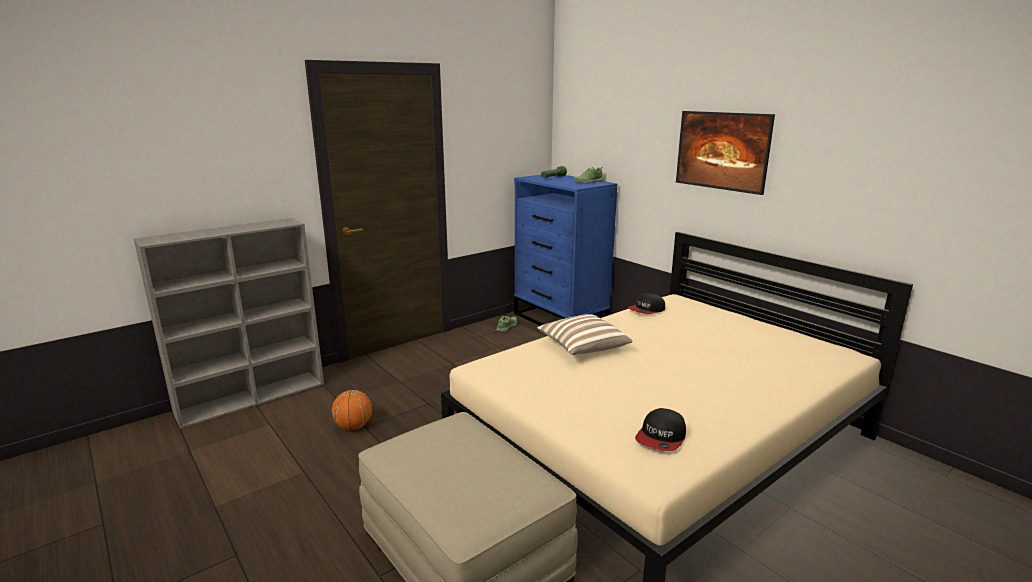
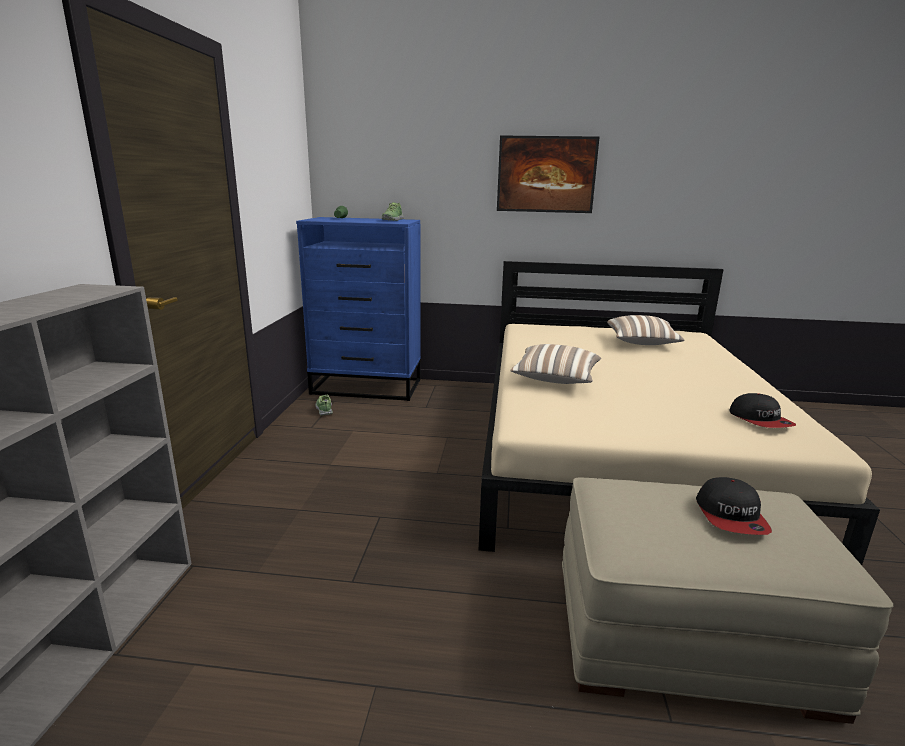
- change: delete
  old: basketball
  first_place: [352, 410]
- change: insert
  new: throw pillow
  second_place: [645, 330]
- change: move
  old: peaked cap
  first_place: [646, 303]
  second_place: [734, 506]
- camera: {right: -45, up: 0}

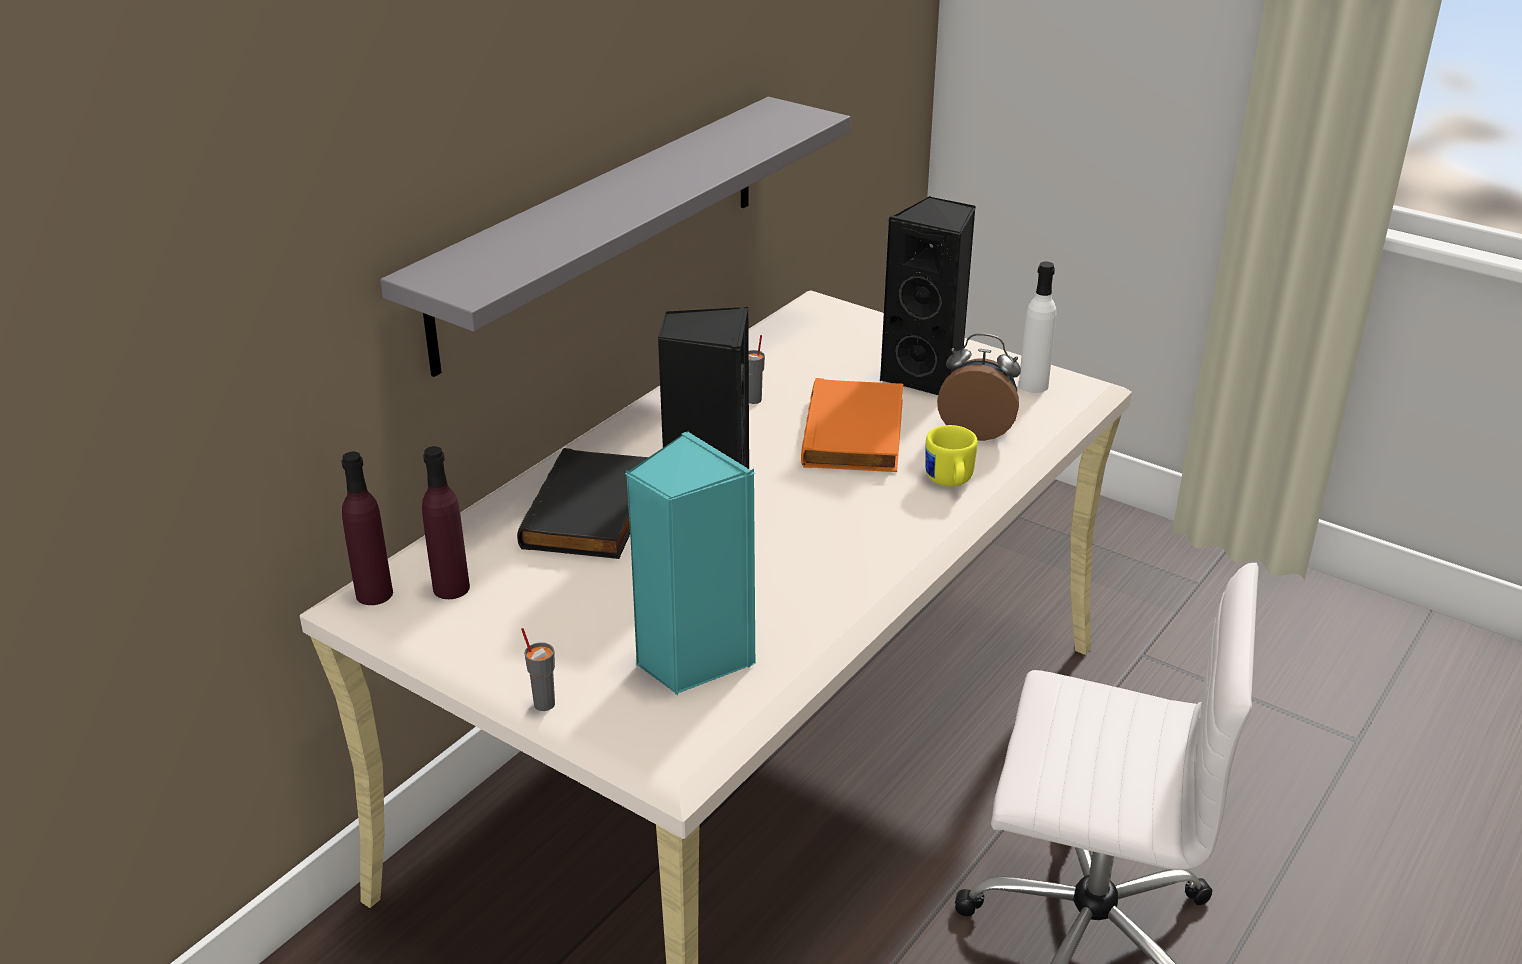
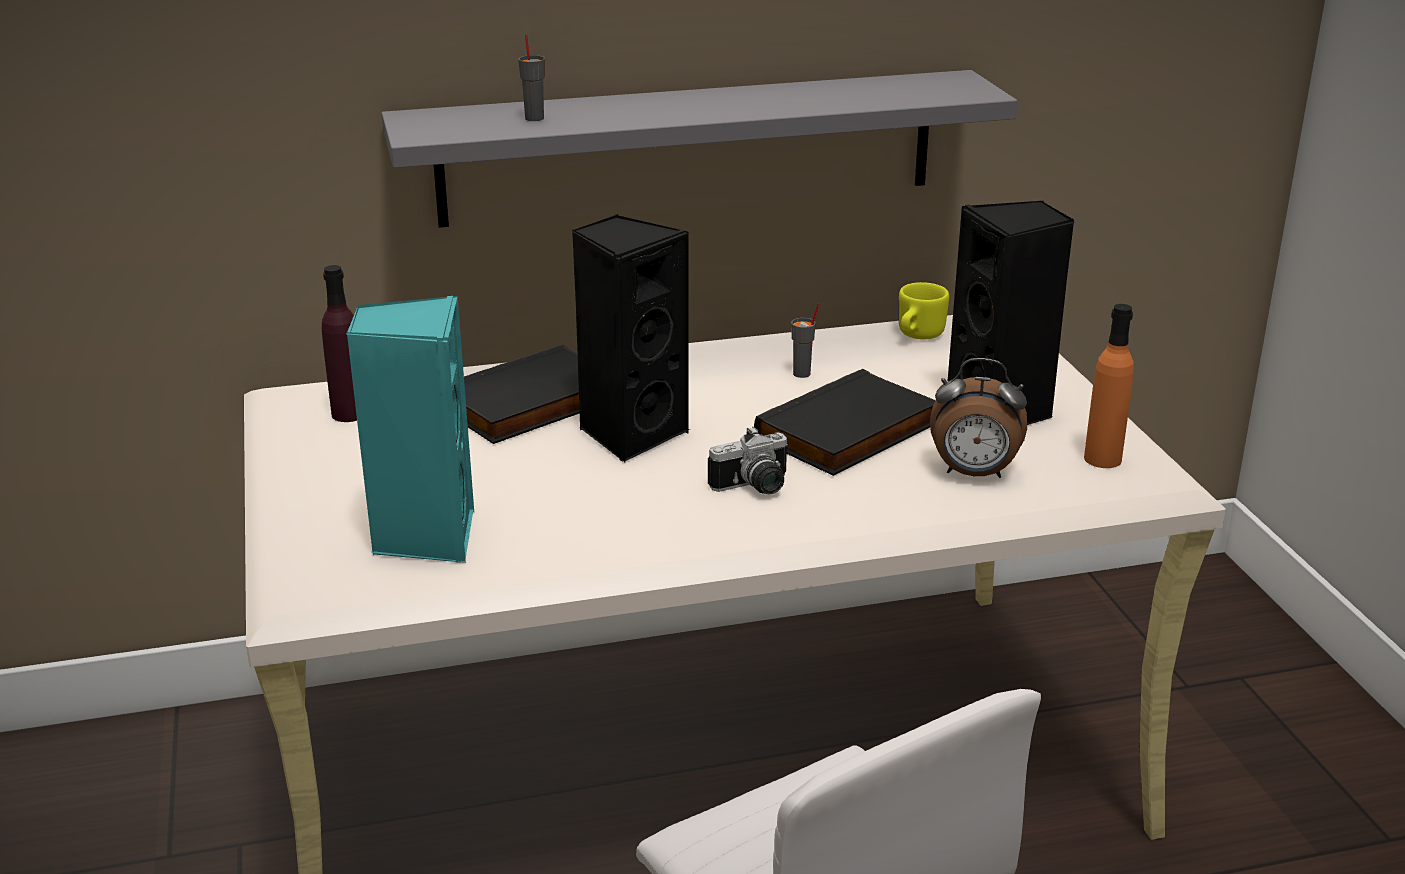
- change: delete
  old: purple-coloured beverage bottle
  first_place: [367, 528]
- change: insert
  new: still camera
  second_place: [748, 460]
- change: move
  old: gray drinking cup
  first_place: [538, 669]
  second_place: [531, 78]
- change: move
  old: yellowish mug
  first_place: [951, 455]
  second_place: [924, 310]
- change: recolor
  old: orange-coloured volume
  new: blackish volume
  first_place: [852, 425]
  second_place: [845, 422]
- change: recolor
  old: white beverage bottle
  new: orange-coloured beverage bottle
  first_place: [1037, 327]
  second_place: [1109, 386]
- change: rotate
  old: table clock
  first_place: [979, 387]
  second_place: [978, 418]
  degrees: 135
- camera: {right: 40, up: -5}

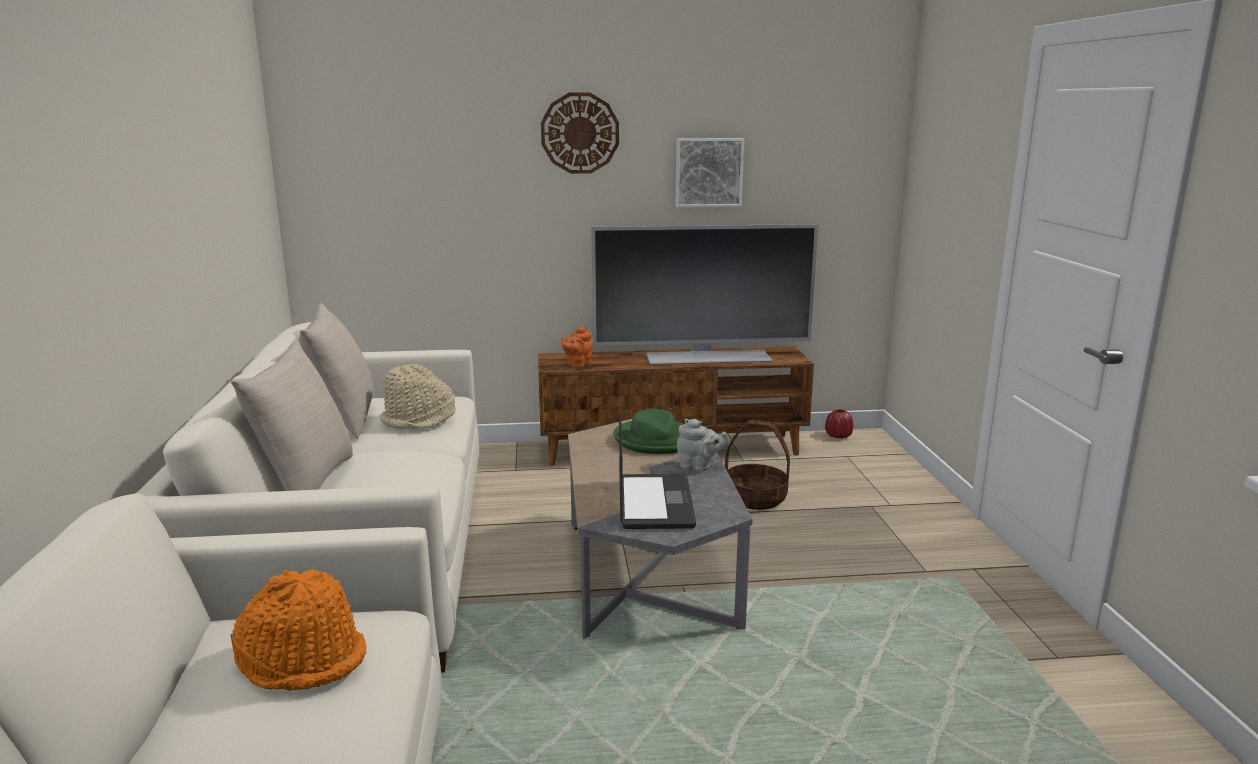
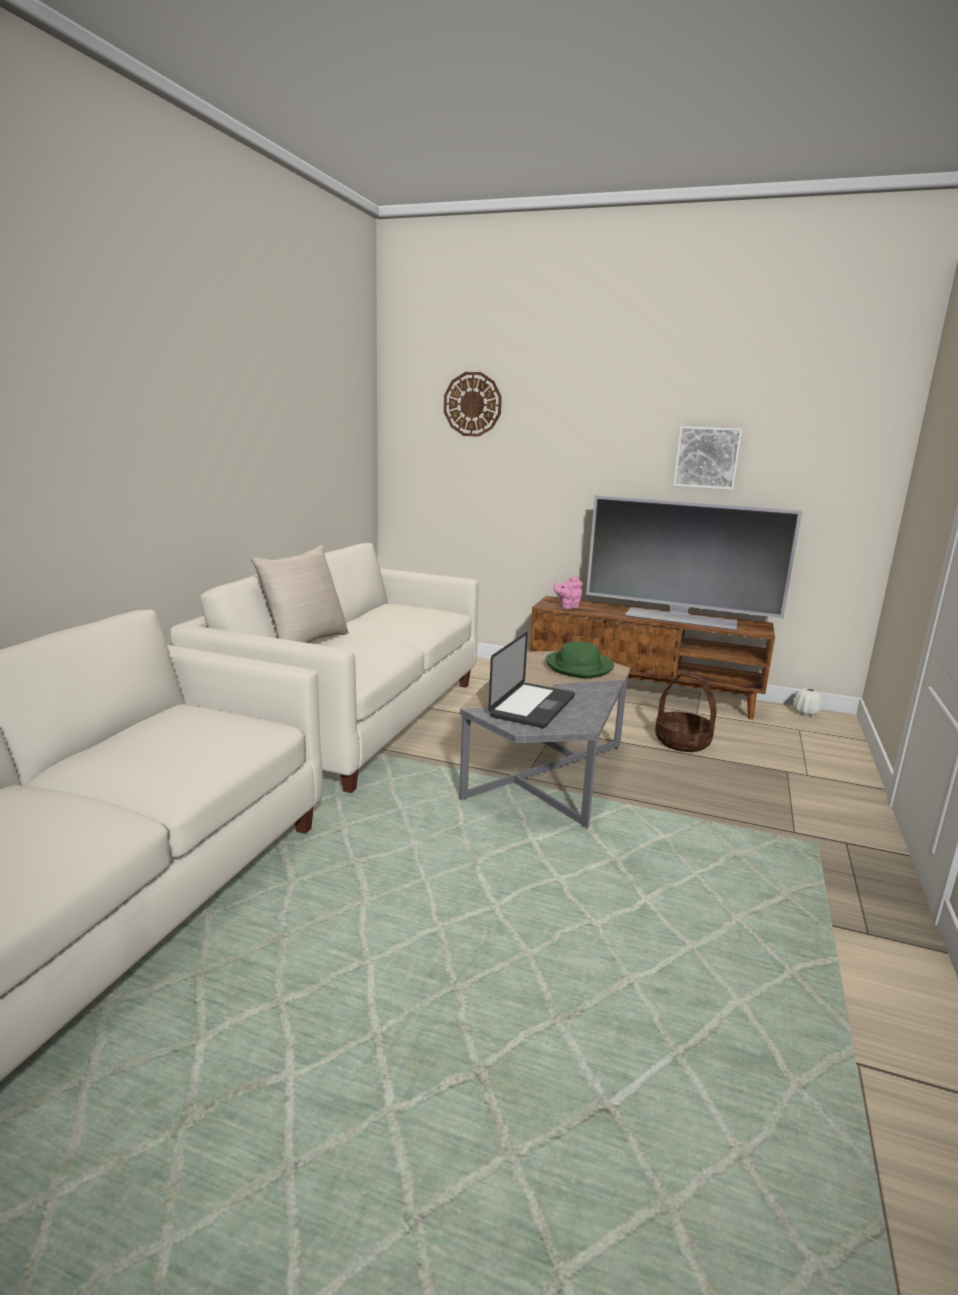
- change: delete
  old: orange-coloured clothing hat
  first_place: [299, 630]
- change: delete
  old: beige throw pillow
  first_place: [336, 371]
- change: delete
  old: beige clothing hat
  first_place: [418, 396]
- change: delete
  old: gray teapot
  first_place: [703, 445]
- change: move
  old: hanging clock
  first_place: [580, 133]
  second_place: [473, 404]
- change: recolor
  old: orange-coloured teapot
  new: pinkish teapot
  first_place: [577, 346]
  second_place: [568, 592]
- change: recolor
  old: reddish vase
  new: white vase
  first_place: [839, 424]
  second_place: [807, 702]
- camera: {right: 25, up: 0}

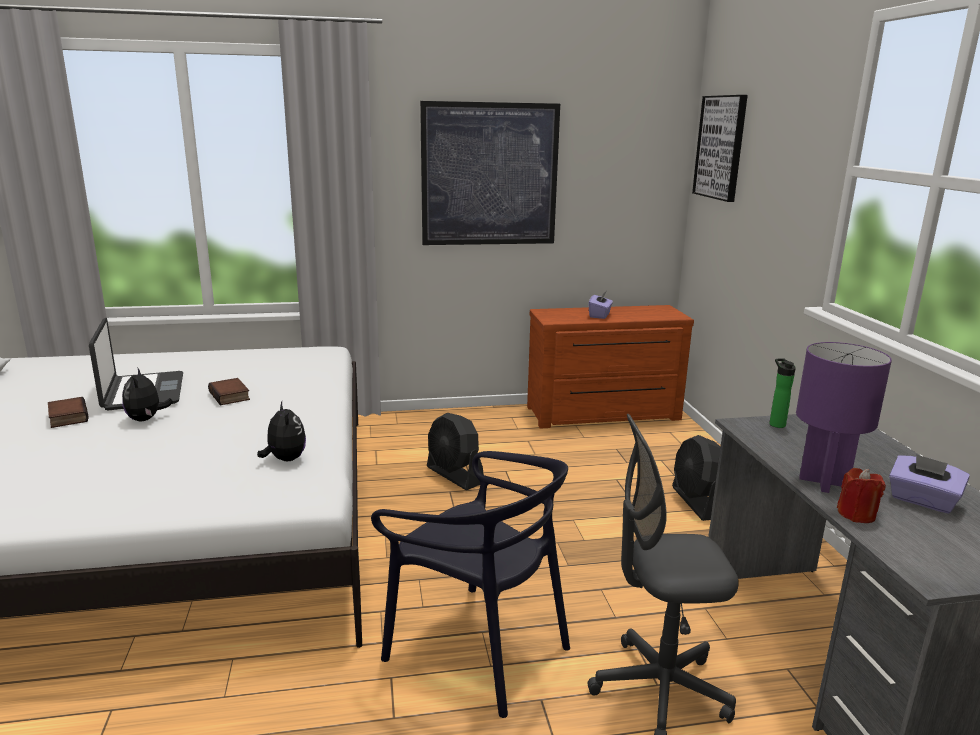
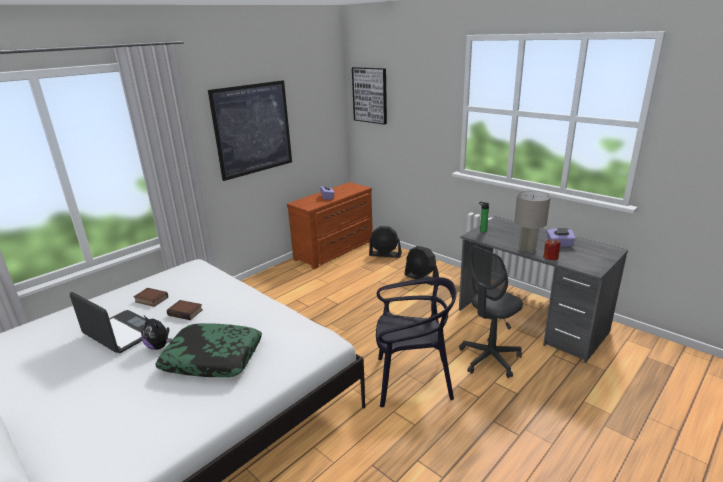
- change: delete
  old: cuddly toy
  first_place: [281, 431]
- change: insert
  new: throw pillow
  second_place: [208, 350]
- change: move
  old: volume
  first_place: [68, 412]
  second_place: [150, 297]
- change: move
  old: blackish electric fan
  first_place: [455, 451]
  second_place: [385, 242]
- change: recolor
  old: purple-coloured table lamp
  new: gray table lamp
  first_place: [844, 417]
  second_place: [532, 222]
- camera: {right: -35, up: 5}

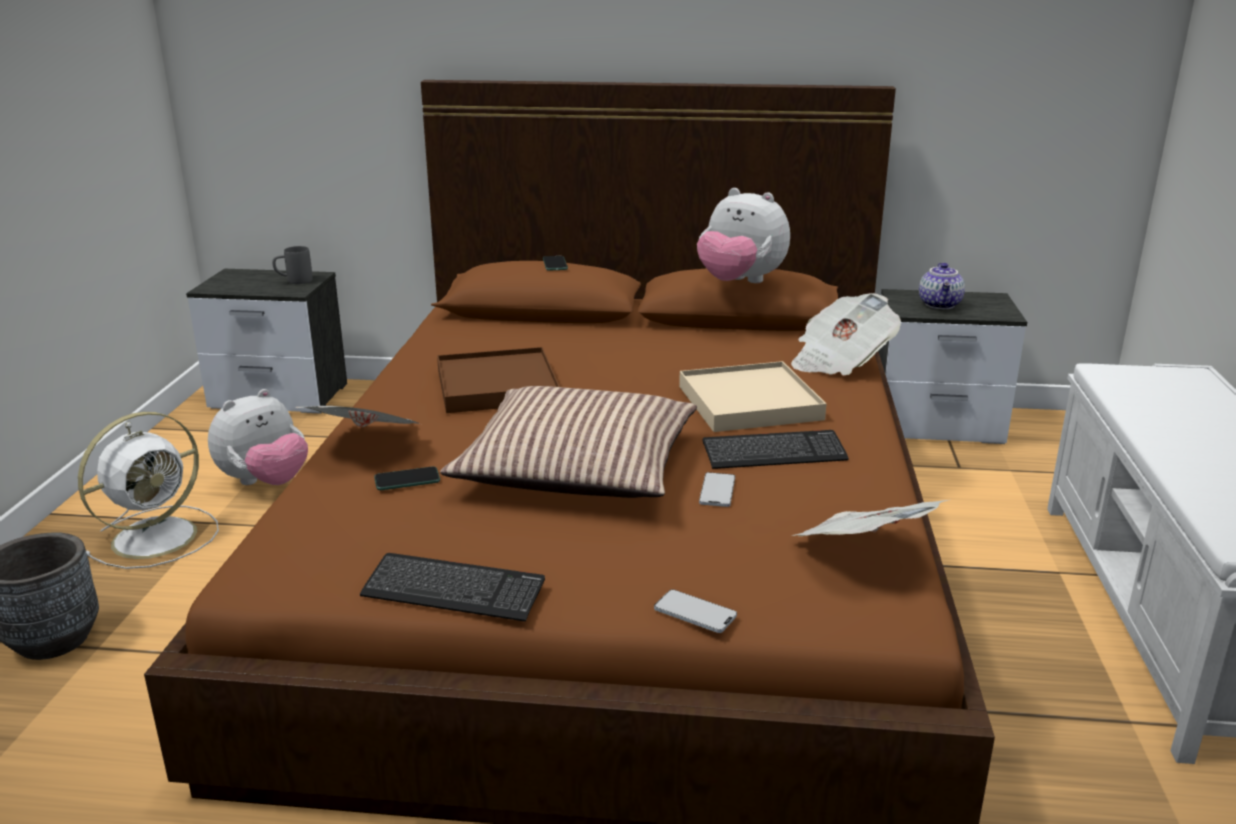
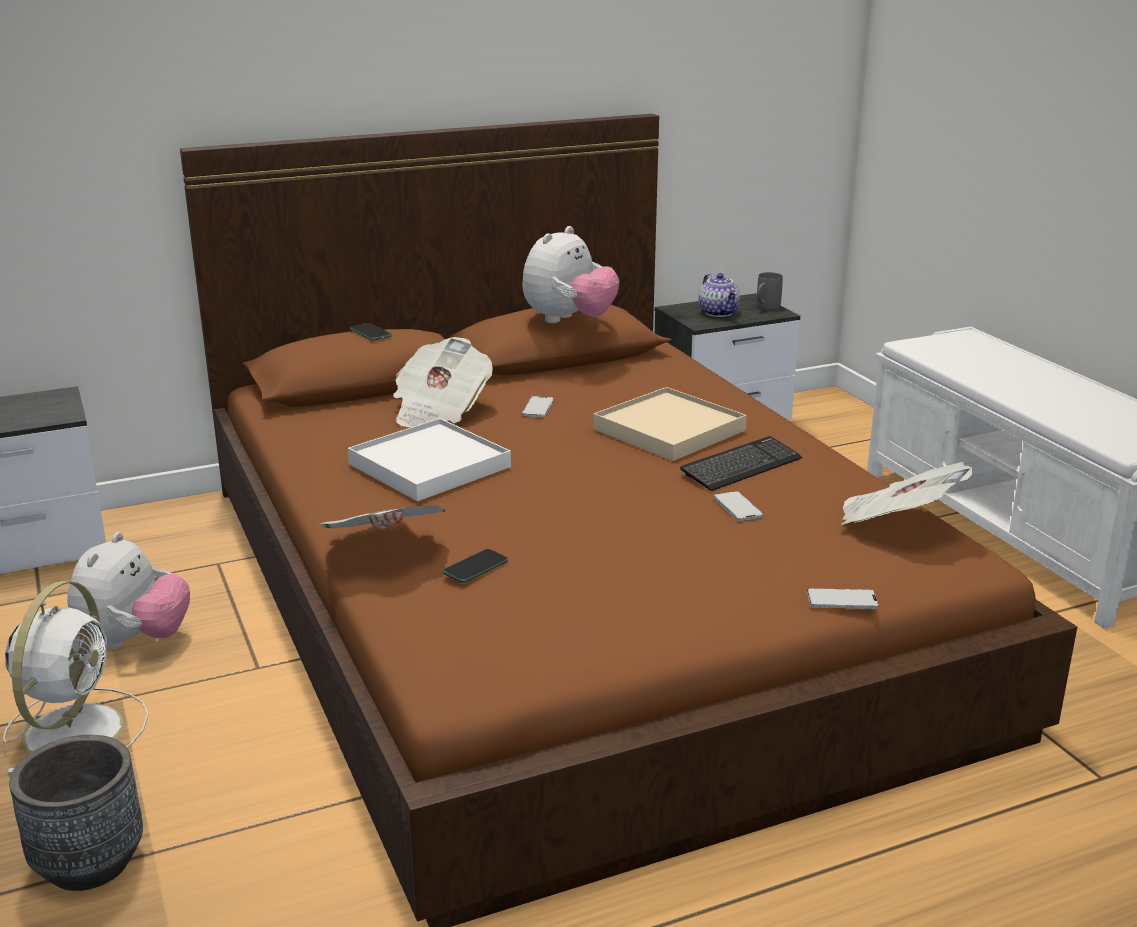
- change: delete
  old: PC keyboard
  first_place: [452, 587]
- change: delete
  old: throw pillow
  first_place: [568, 442]
- change: insert
  new: phone
  second_place: [538, 406]
- change: move
  old: gray mug
  first_place: [292, 265]
  second_place: [770, 291]
- change: move
  old: daily paper
  first_place: [846, 334]
  second_place: [443, 382]
- change: recolor
  old: brown-coloured carrying tray
  new: white carrying tray
  first_place: [498, 380]
  second_place: [429, 459]
- change: rotate
  old: cuddly toy
  first_place: [743, 235]
  second_place: [570, 274]
  degrees: -60
- camera: {right: -30, up: 0}

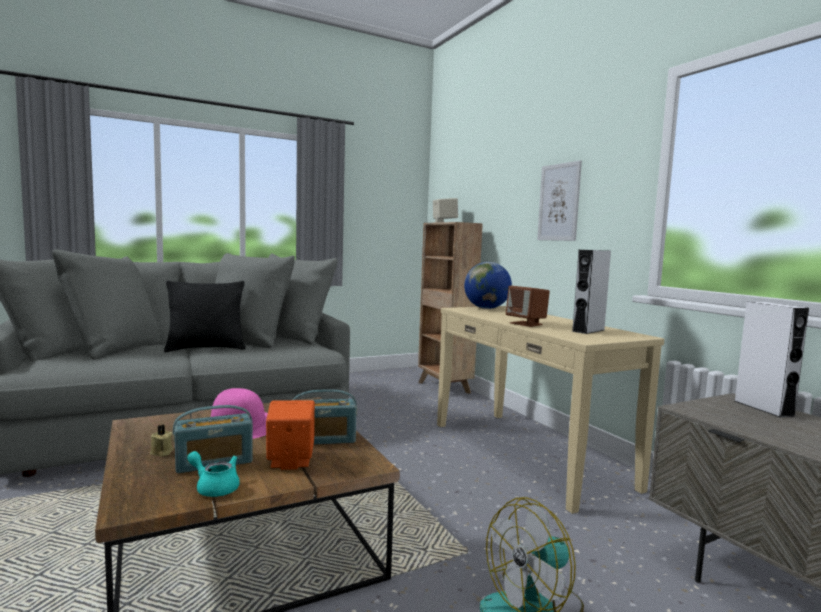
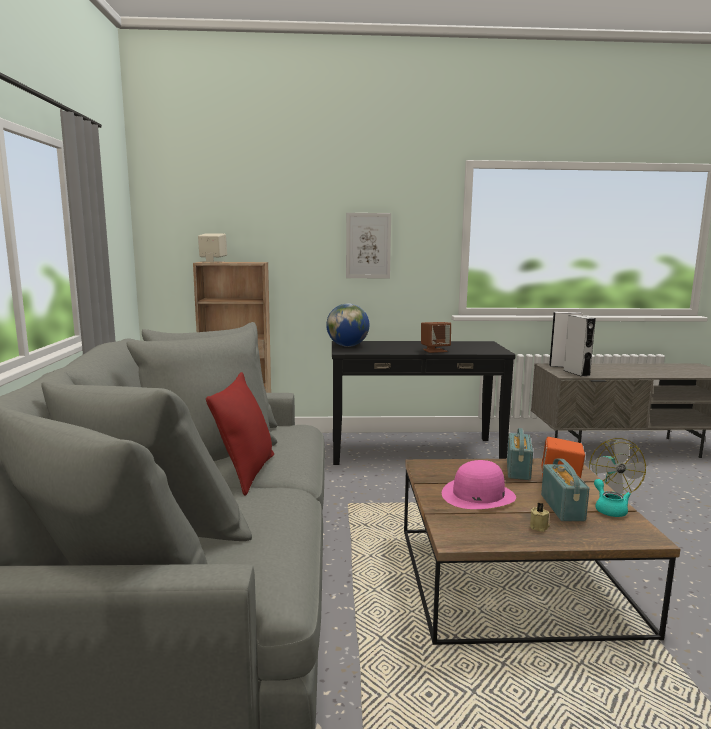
- change: move
  old: gray audio speaker
  first_place: [591, 292]
  second_place: [579, 346]
- change: recolor
  old: blackish throw pillow
  new: reddish throw pillow
  first_place: [205, 316]
  second_place: [240, 434]
- change: recolor
  old: beige console table
  new: blackish console table
  first_place: [550, 410]
  second_place: [424, 403]
- change: rotate
  old: turquoise teapot
  first_place: [213, 474]
  second_place: [612, 498]
  degrees: 120
- camera: {right: -65, up: 5}

